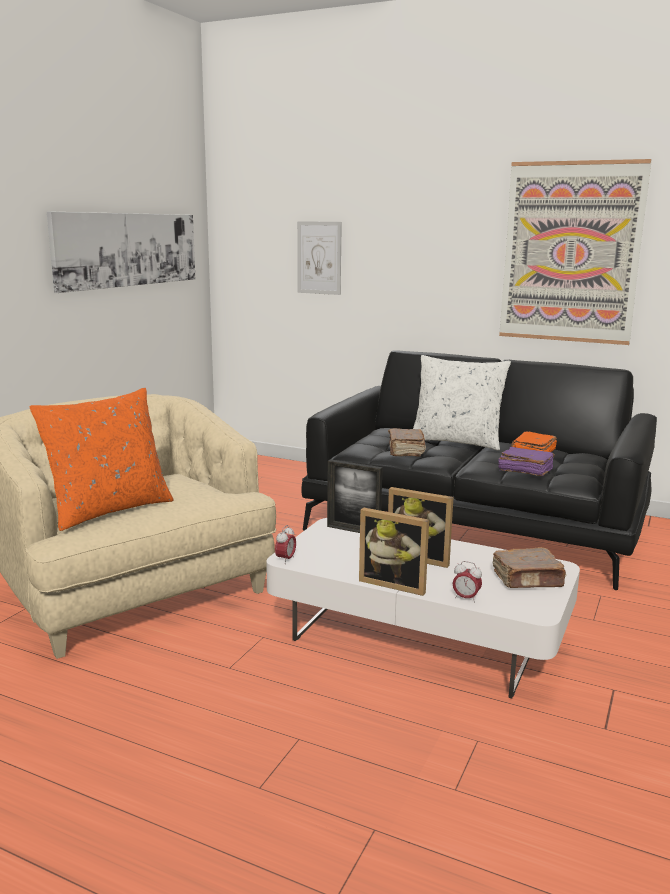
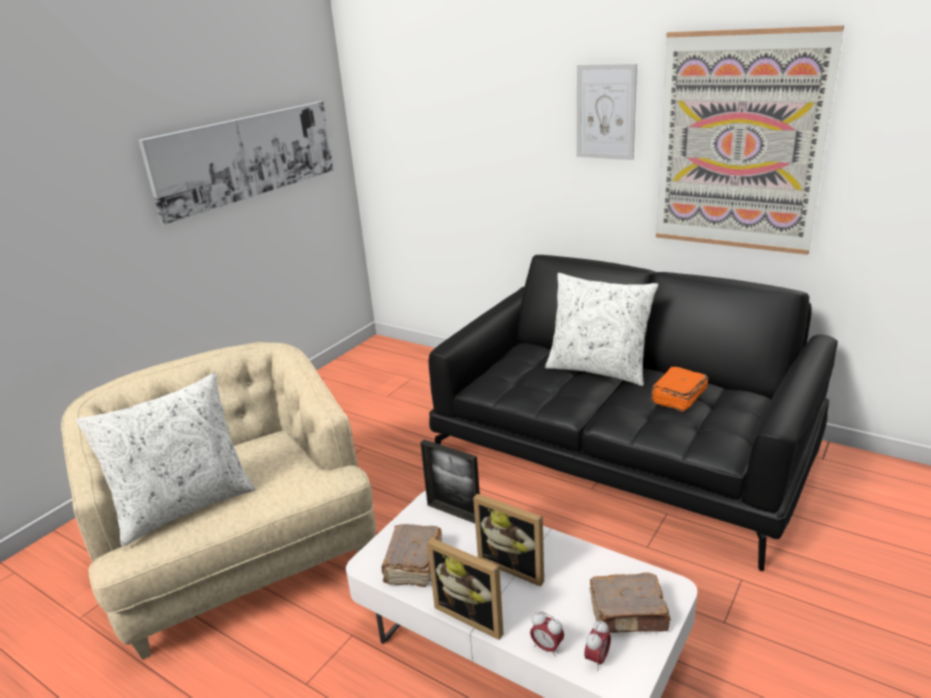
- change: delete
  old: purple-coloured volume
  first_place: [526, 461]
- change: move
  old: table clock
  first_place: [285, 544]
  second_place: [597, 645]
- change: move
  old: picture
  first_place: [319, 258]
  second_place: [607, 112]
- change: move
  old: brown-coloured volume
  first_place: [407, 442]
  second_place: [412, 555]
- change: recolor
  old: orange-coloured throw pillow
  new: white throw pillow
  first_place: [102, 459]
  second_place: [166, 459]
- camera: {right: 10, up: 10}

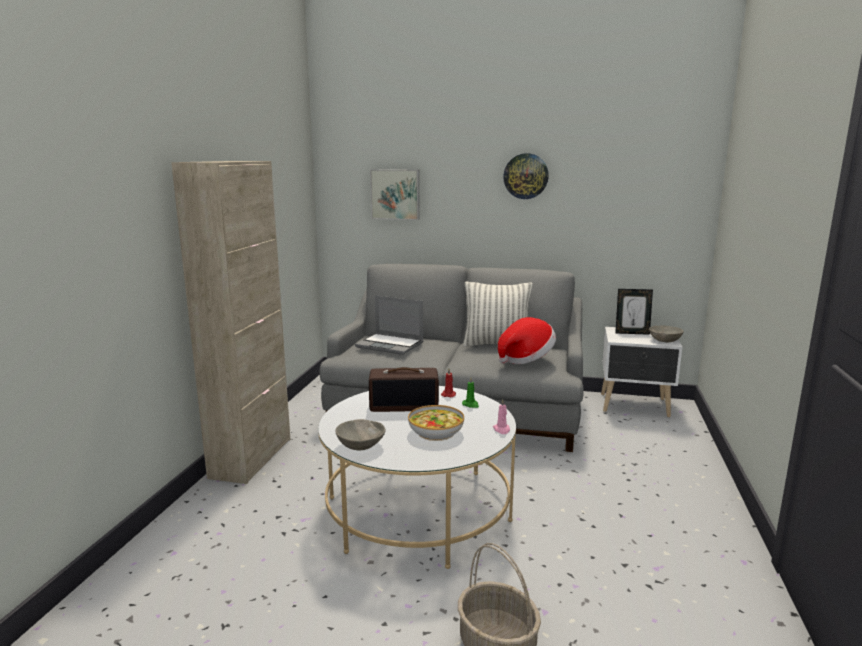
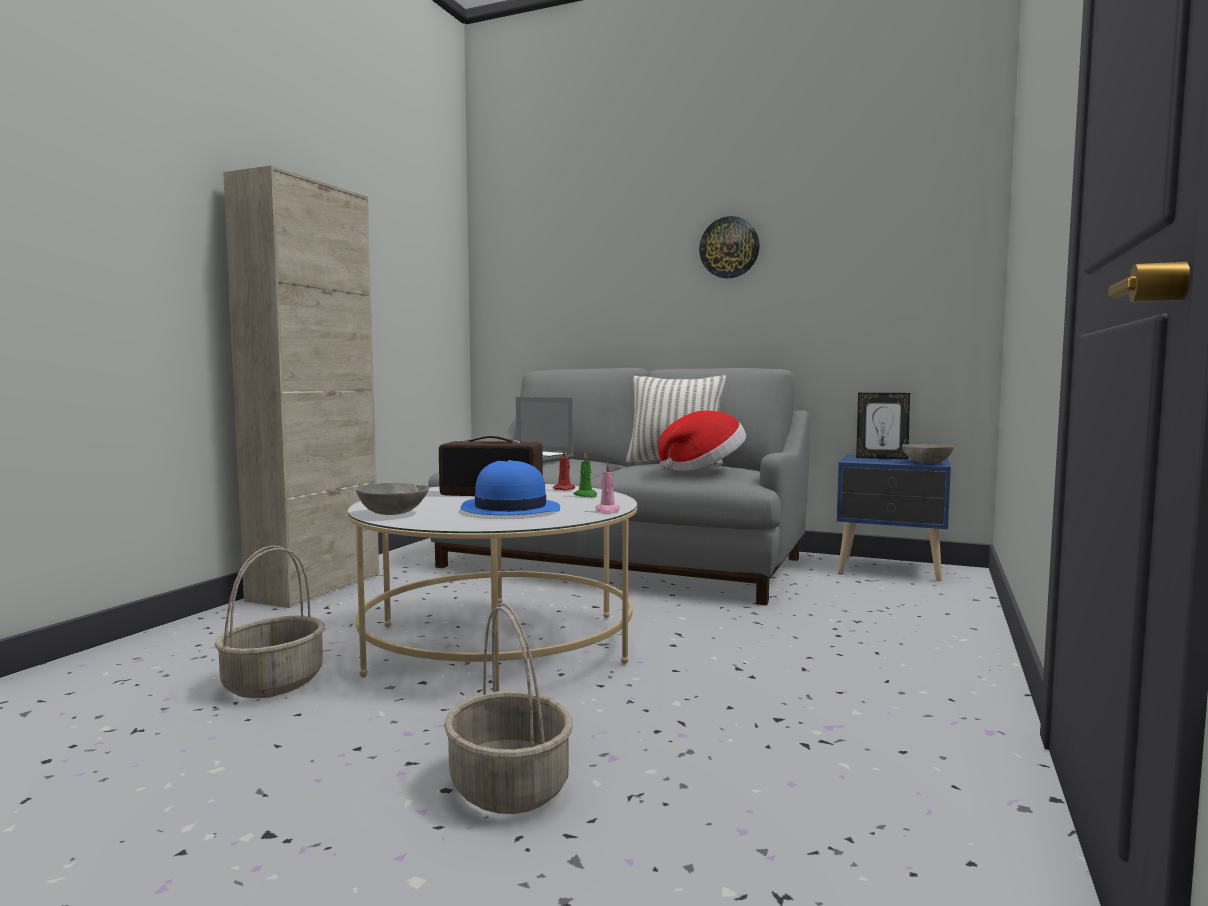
- change: delete
  old: picture
  first_place: [395, 194]
- change: insert
  new: household basket
  second_place: [269, 621]
- change: replace
  old: bowl
  new: blue-coloured clothing hat
  first_place: [436, 423]
  second_place: [510, 487]
- change: recolor
  old: white bedside table
  new: blue-coloured bedside table
  first_place: [641, 372]
  second_place: [894, 518]
- camera: {right: 10, up: -10}

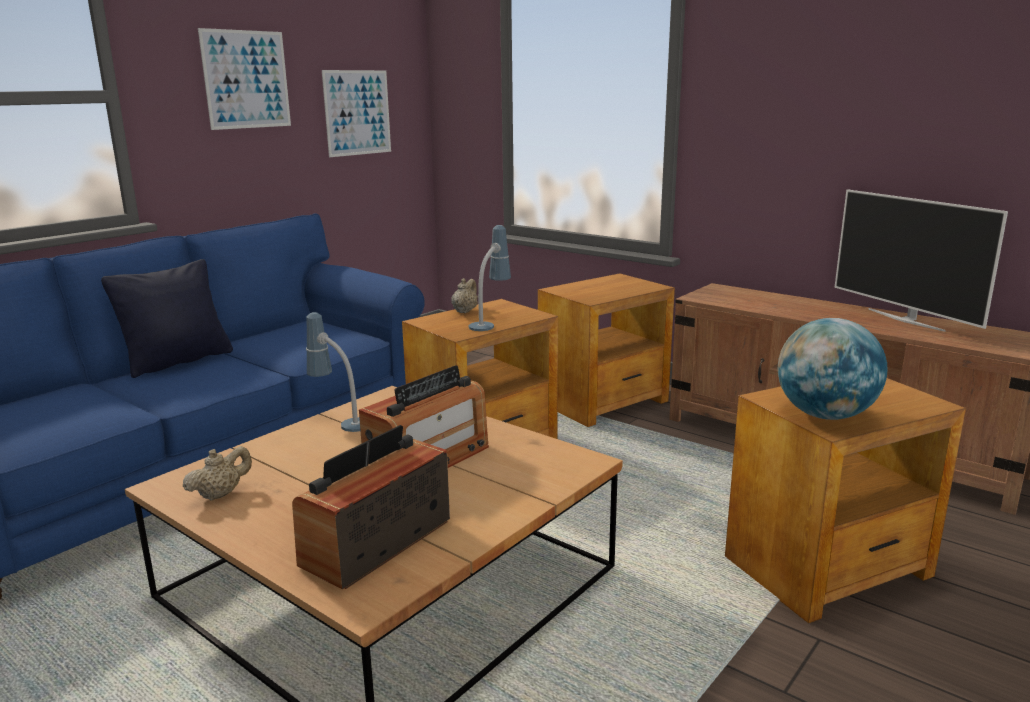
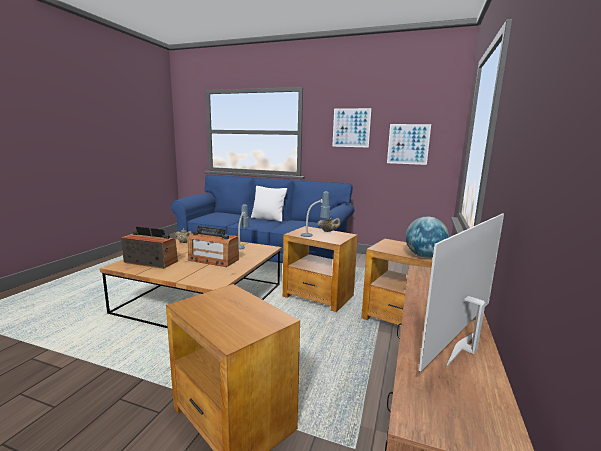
- change: move
  old: world globe
  first_place: [833, 369]
  second_place: [428, 237]
- change: recolor
  old: blackish throw pillow
  new: white throw pillow
  first_place: [167, 318]
  second_place: [269, 204]
- camera: {right: 70, up: -5}

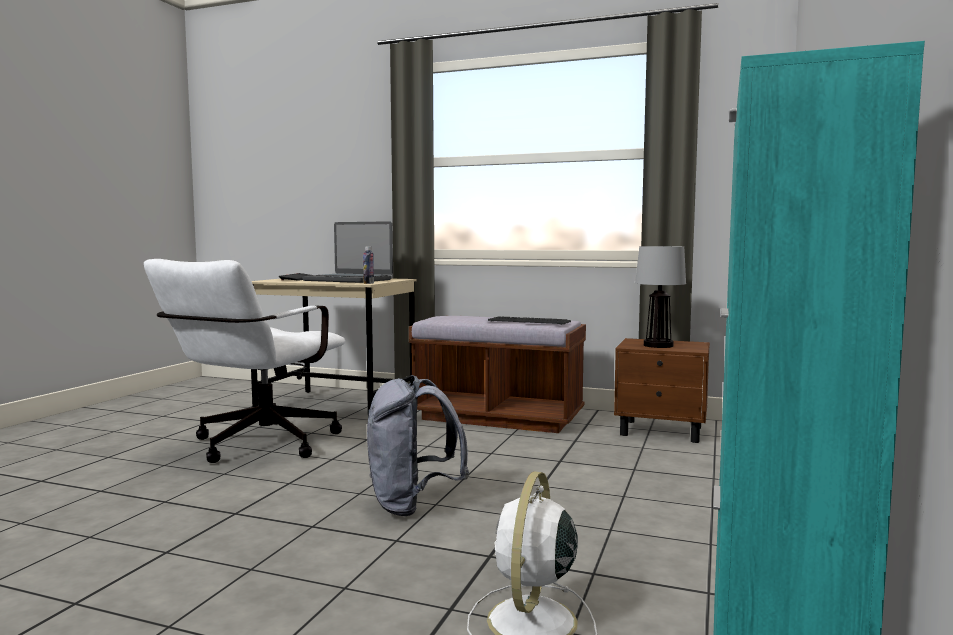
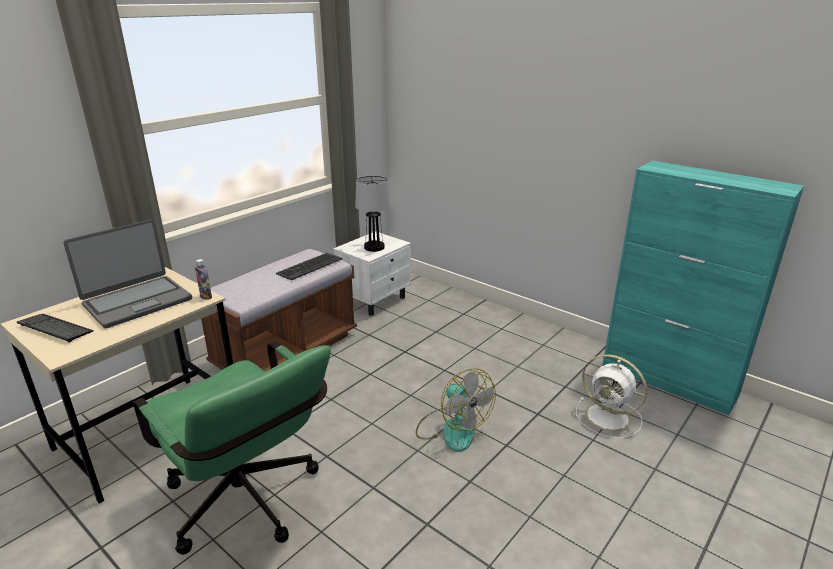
- change: replace
  old: gray rucksack
  new: electric fan
  first_place: [418, 445]
  second_place: [456, 410]
- change: recolor
  old: white computer chair
  new: green computer chair
  first_place: [244, 361]
  second_place: [232, 448]
- change: recolor
  old: brown-coloured bedside table
  new: white bedside table
  first_place: [662, 390]
  second_place: [372, 273]
- camera: {right: -70, up: 20}

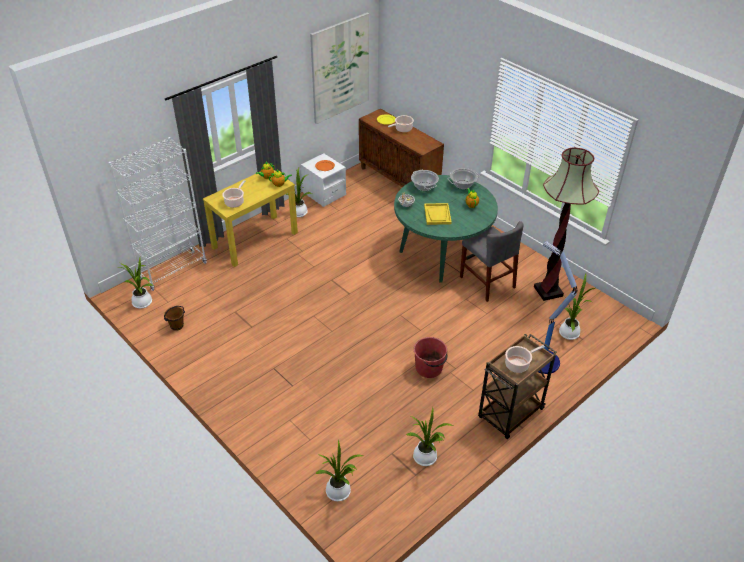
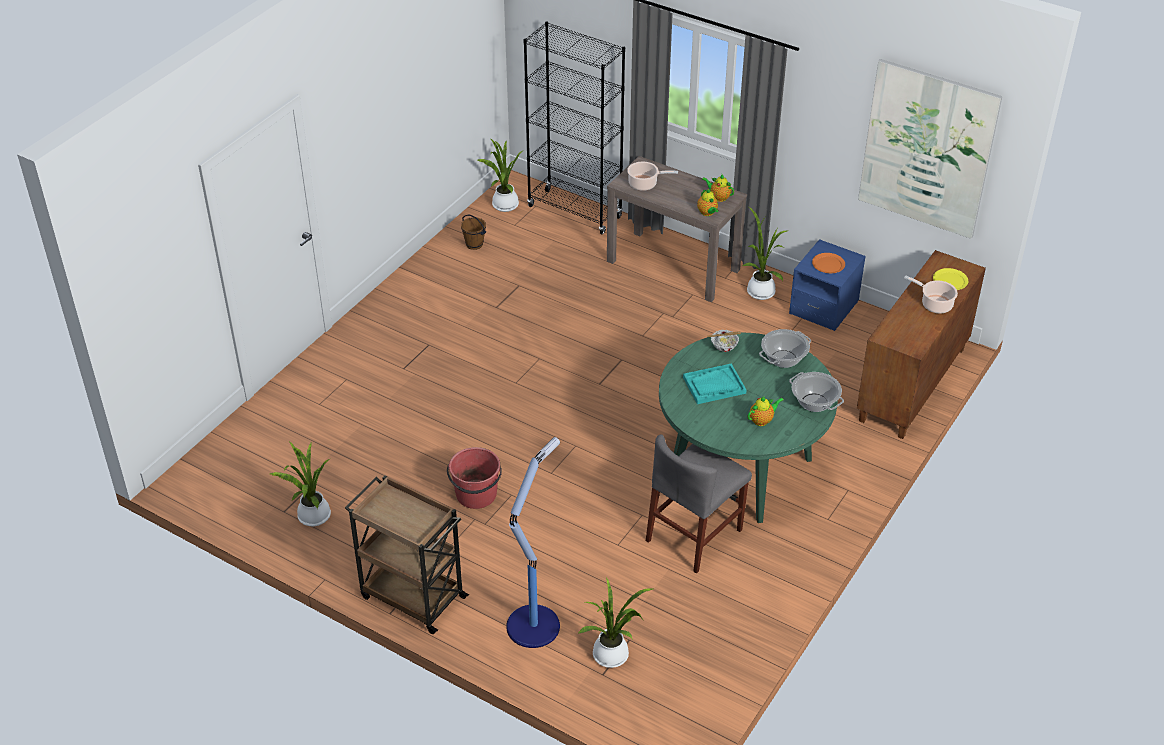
- change: delete
  old: houseplant
  first_place: [339, 470]
- change: delete
  old: cooking pot
  first_place: [525, 359]
- change: delete
  old: floor lamp
  first_place: [566, 224]
- change: recolor
  old: white bookshelf
  new: blackish bookshelf
  first_place: [158, 214]
  second_place: [574, 128]
- change: recolor
  old: yellowish console table
  new: brown-coloured console table
  first_place: [250, 218]
  second_place: [677, 229]
- change: recolor
  old: white bedside table
  new: blue-coloured bedside table
  first_place: [323, 180]
  second_place: [827, 285]
- change: recolor
  old: yellowish carrying tray
  new: turquoise carrying tray
  first_place: [437, 214]
  second_place: [715, 383]
- camera: {right: 75, up: 0}

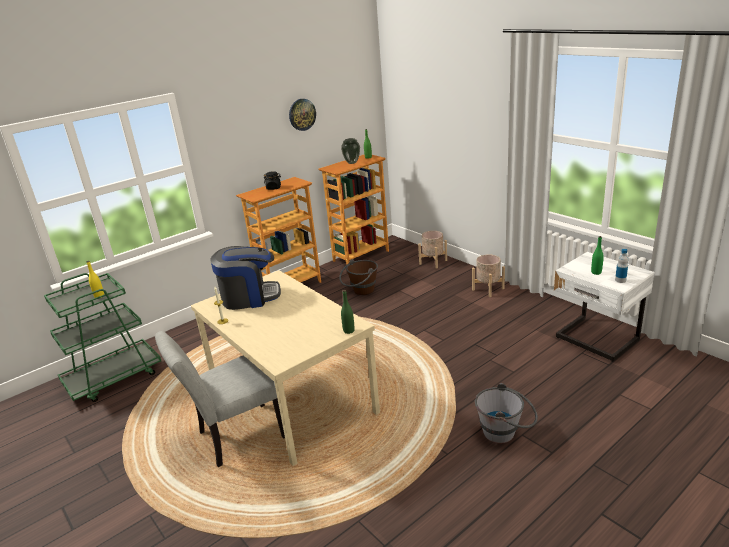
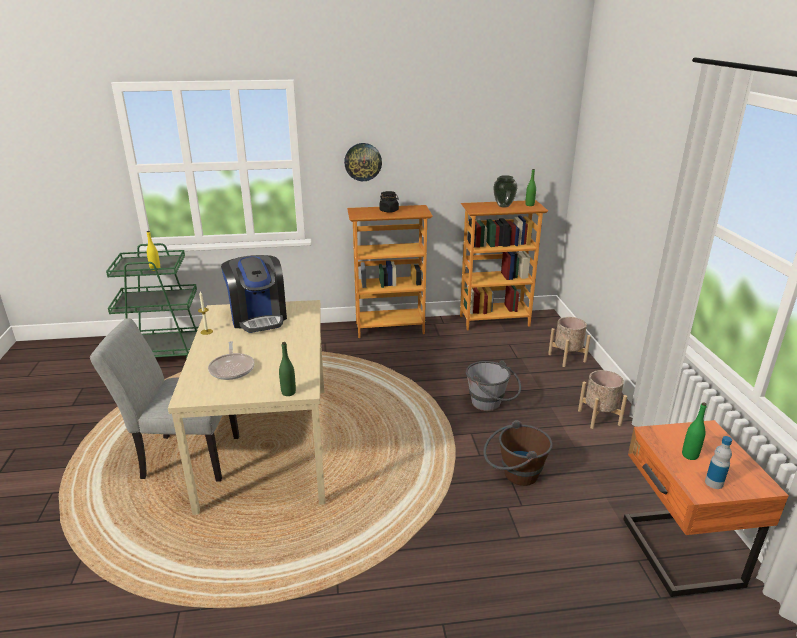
- change: insert
  new: skillet
  second_place: [231, 360]
- change: move
  old: hanging clock
  first_place: [302, 115]
  second_place: [363, 162]
- change: move
  old: brown-coloured water bucket
  first_place: [358, 277]
  second_place: [518, 453]
- change: move
  old: gray water bucket
  first_place: [506, 413]
  second_place: [493, 385]
- change: recolor
  old: white bedside table
  new: orange-coloured bedside table
  first_place: [604, 307]
  second_place: [706, 508]
- change: rotate
  old: coffee brewer
  first_place: [245, 278]
  second_place: [254, 294]
  degrees: 45
- camera: {right: 30, up: 0}

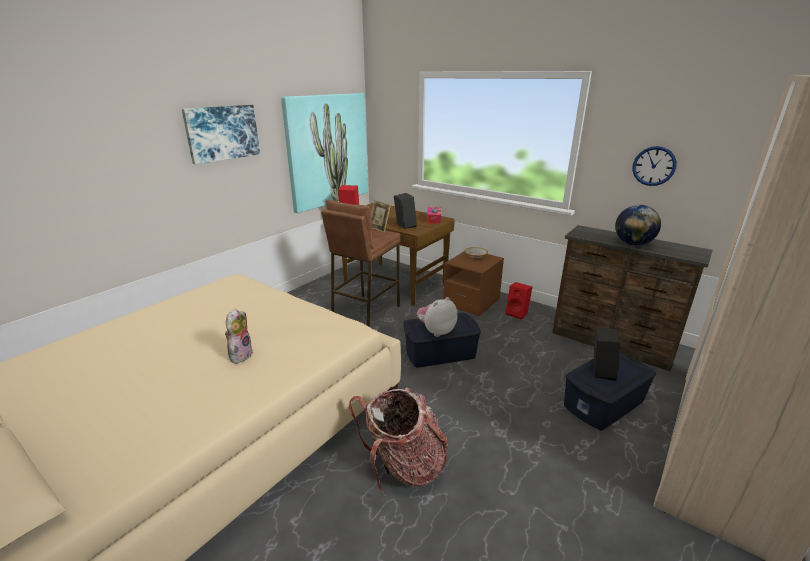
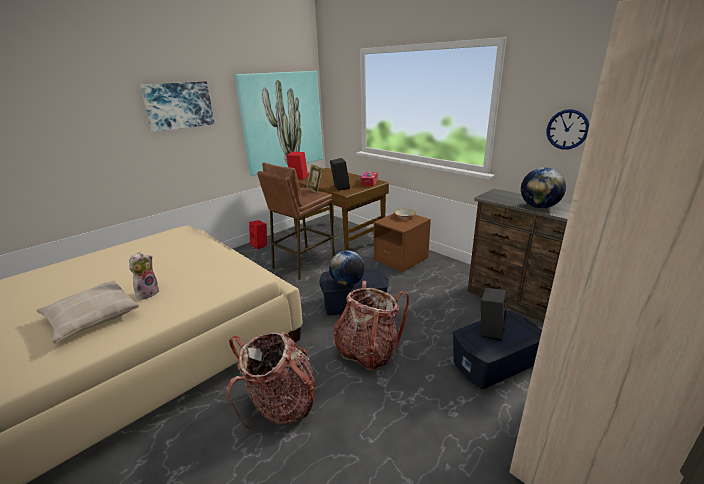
- change: insert
  new: beige throw pillow
  second_place: [87, 312]
- change: insert
  new: rucksack
  second_place: [371, 325]
- change: move
  old: reddish audio speaker
  first_place: [518, 301]
  second_place: [258, 234]
- change: replace
  old: cuddly toy
  new: world globe
  first_place: [437, 317]
  second_place: [347, 268]
- camera: {right: 10, up: 0}

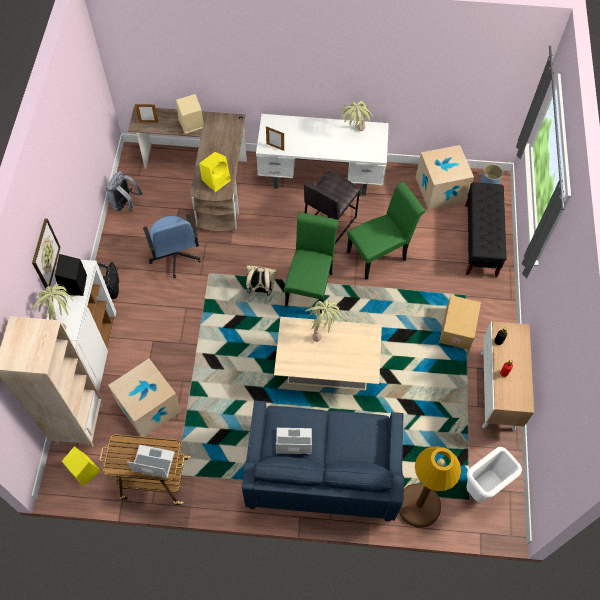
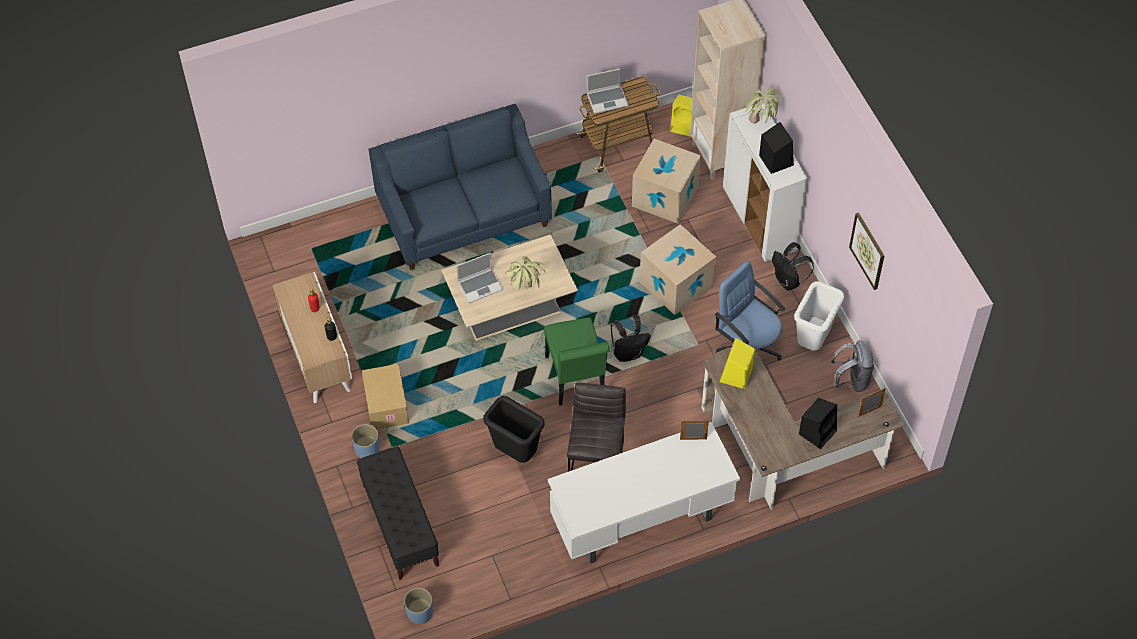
- change: delete
  old: houseplant
  first_place: [357, 116]
- change: delete
  old: brown-coloured floor lamp
  first_place: [430, 487]
- change: insert
  new: blue-coloured planter
  second_place: [365, 441]
- change: move
  old: picture
  first_place: [46, 254]
  second_place: [866, 251]
- change: move
  old: notebook computer
  first_place: [294, 441]
  second_place: [479, 277]
- change: move
  old: cardboard box
  first_place: [445, 177]
  second_place: [678, 269]
- change: move
  old: white trash can
  first_place: [494, 474]
  second_place: [819, 316]
- change: replace
  old: green chair
  new: blackish trash can
  first_place: [386, 231]
  second_place: [514, 429]
- change: recolor
  old: beige audio speaker
  new: blackish audio speaker
  first_place: [190, 114]
  second_place: [818, 423]
- change: recolor
  old: beige rucksack
  new: blackish rucksack
  first_place: [261, 280]
  second_place: [631, 338]
- camera: {right: 155, up: -5}

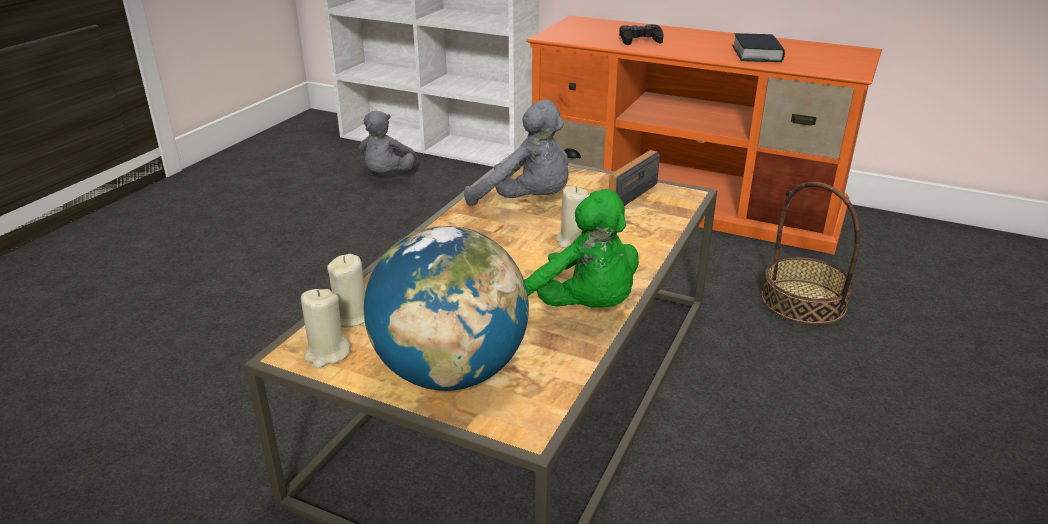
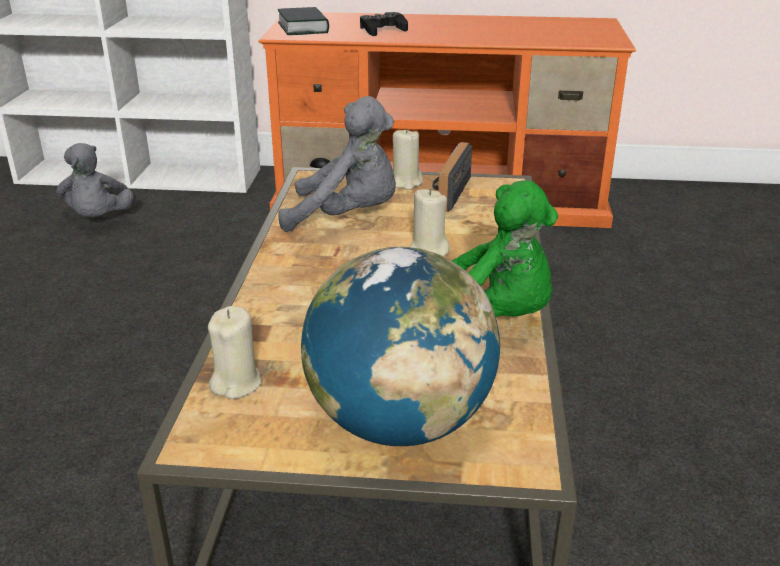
- change: delete
  old: household basket
  first_place: [810, 253]
- change: move
  old: beige wax light
  first_place: [326, 328]
  second_place: [408, 159]
- change: move
  old: volume
  first_place: [759, 47]
  second_place: [303, 21]
- camera: {right: -20, up: 0}

